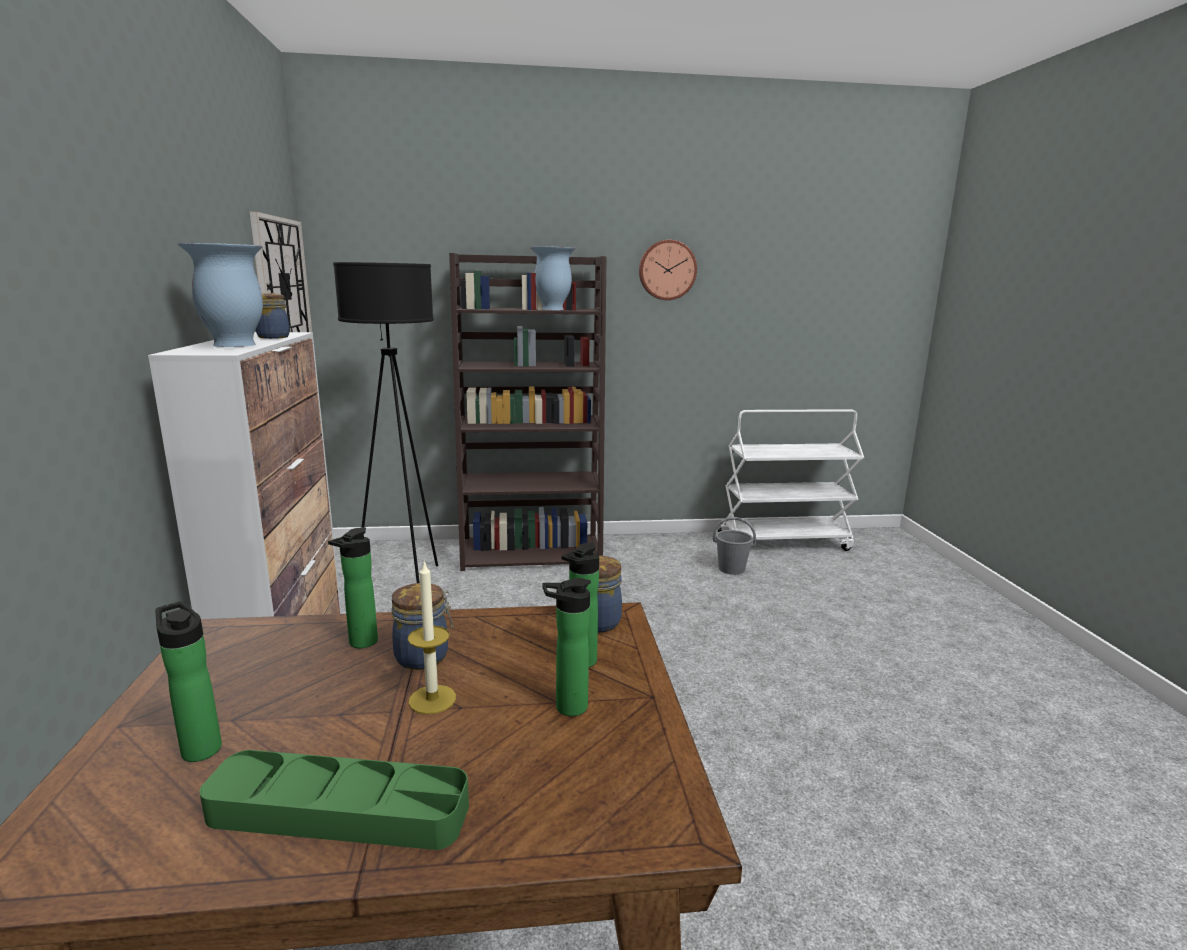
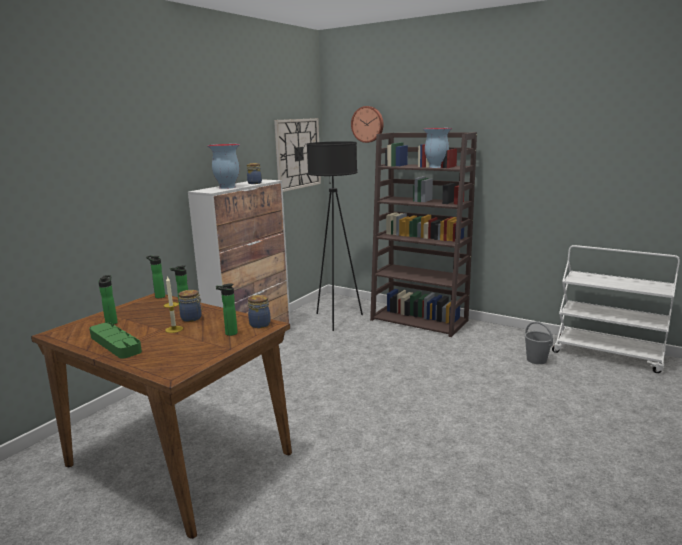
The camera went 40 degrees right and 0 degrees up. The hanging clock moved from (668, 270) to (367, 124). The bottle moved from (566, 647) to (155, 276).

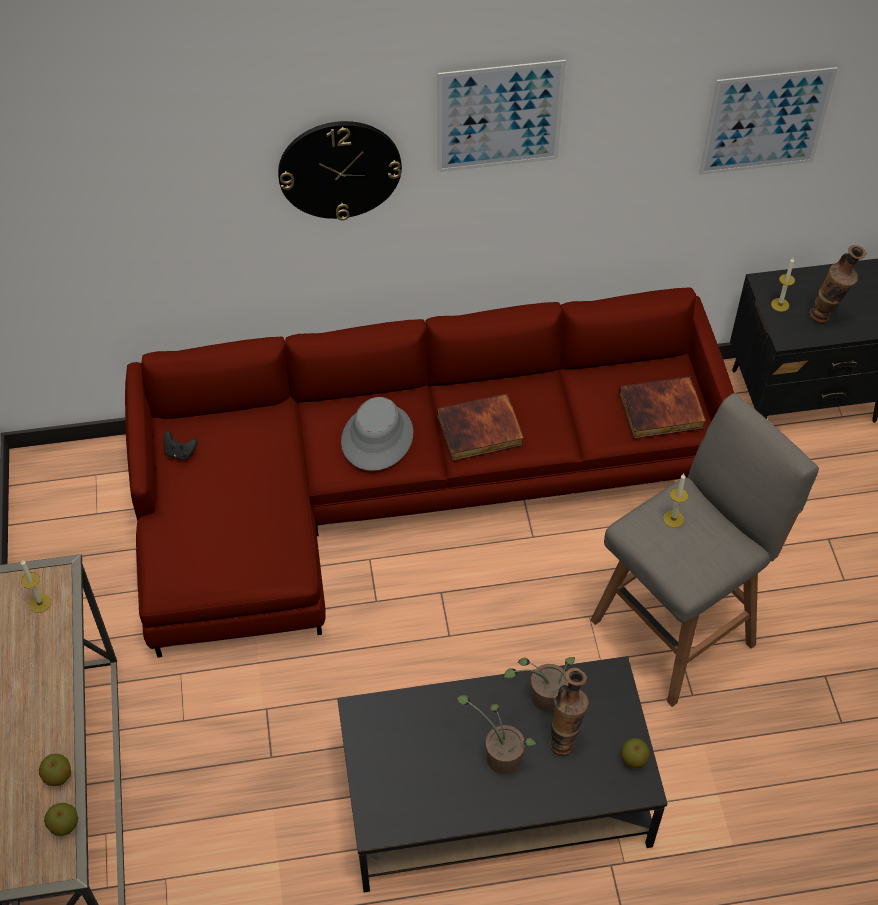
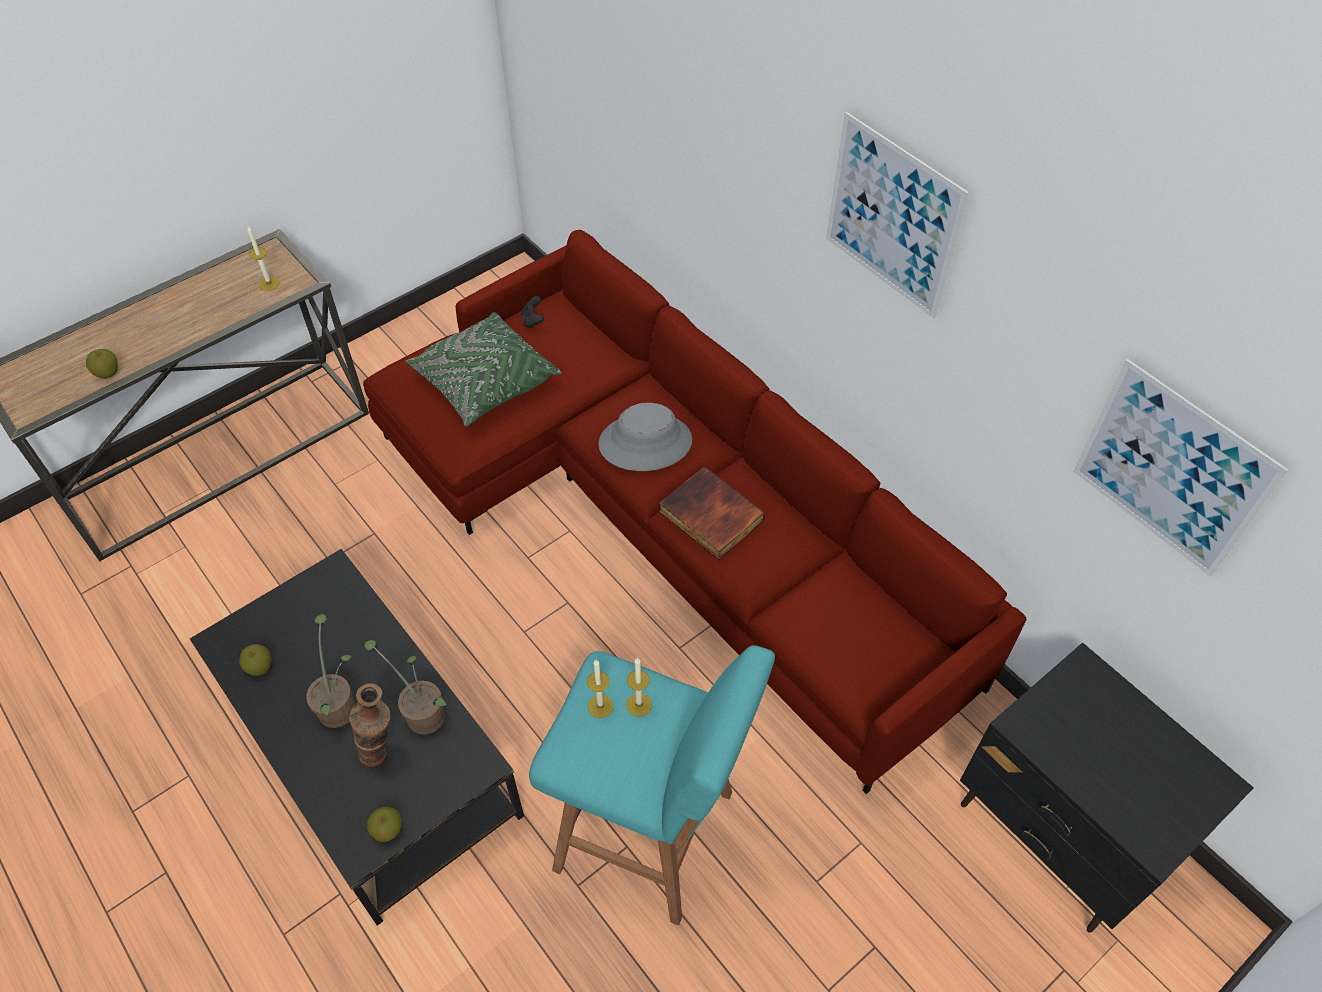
The camera went 60 degrees right and 0 degrees up. The hanging clock at (340, 171) disappeared. The decorative vase at (837, 284) disappeared. The candle moved from (783, 285) to (600, 689). The book at (662, 407) disappeared. The greyish sitting stool at (705, 550) became the turquoise-coloured sitting stool at (652, 785). The apple moved from (61, 819) to (255, 660). The green-coloured cushion at (483, 369) appeared.

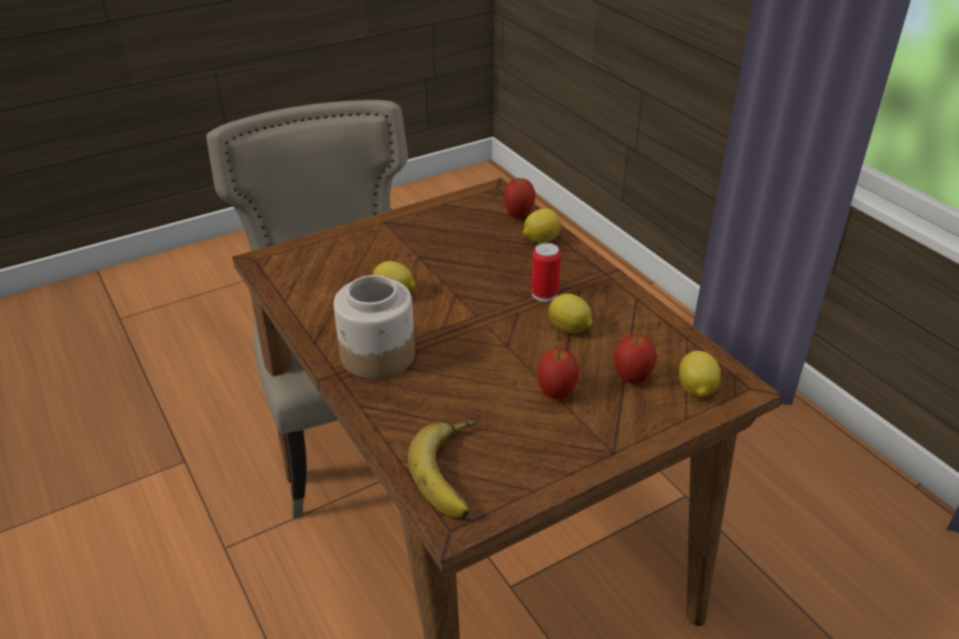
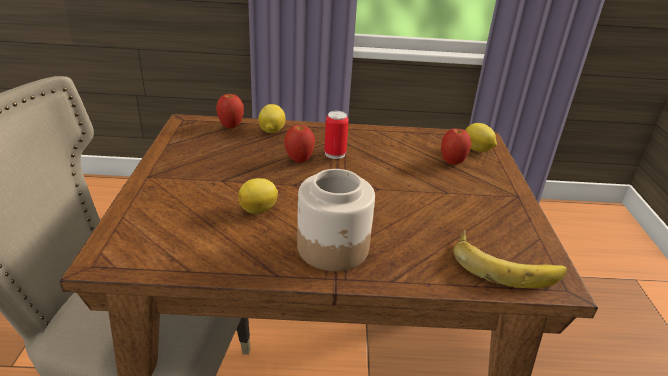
The camera went 60 degrees left and 5 degrees down. The whole lemon at (570, 313) disappeared. The apple moved from (558, 373) to (299, 144).

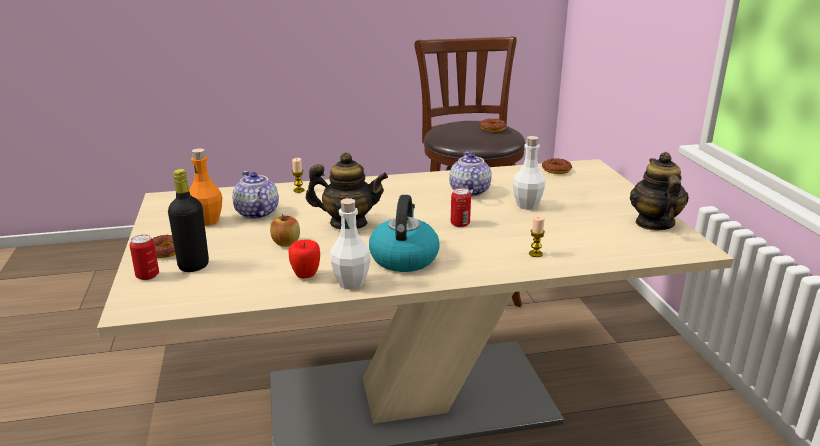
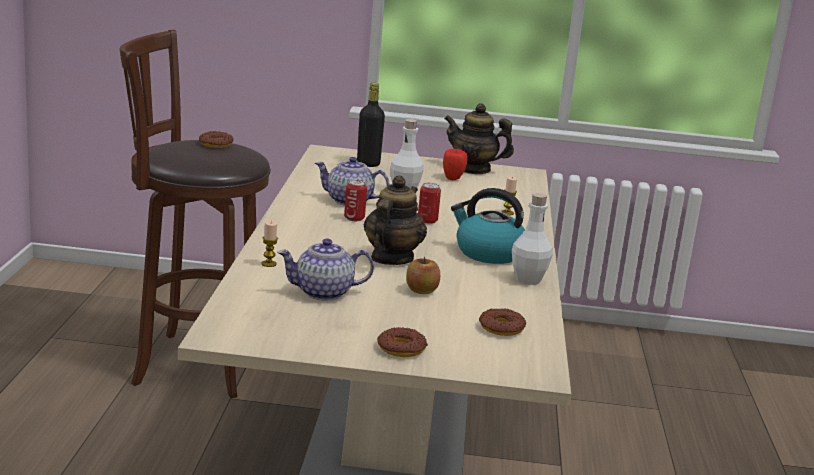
The camera went 75 degrees left and 5 degrees down. The orangey bottle at (205, 187) disappeared. The doughnut moved from (557, 166) to (502, 322). The blackish bottle moved from (188, 220) to (371, 125). The sealed can moved from (144, 257) to (355, 200). The apple moved from (304, 259) to (455, 164).

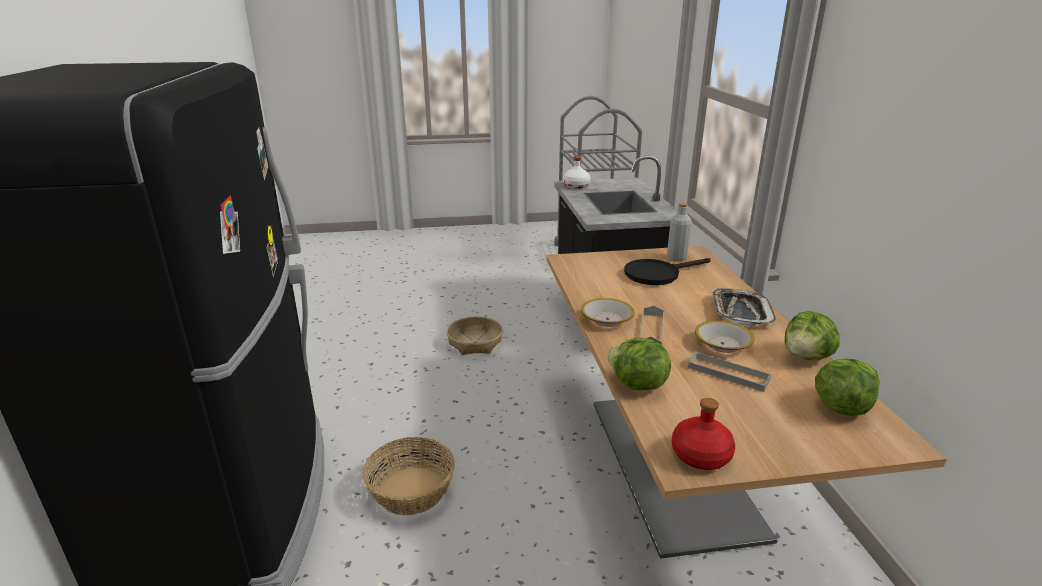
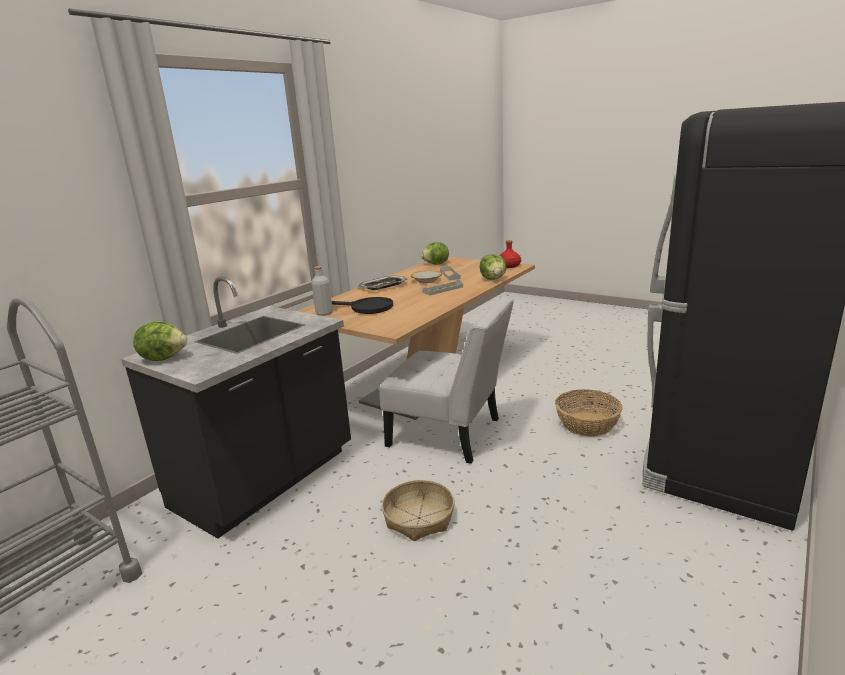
The camera went 135 degrees left and 5 degrees down. The white bottle at (577, 172) disappeared. The bowl at (608, 312) disappeared. The lettuce head moved from (812, 335) to (160, 341). The white chair at (446, 380) appeared.

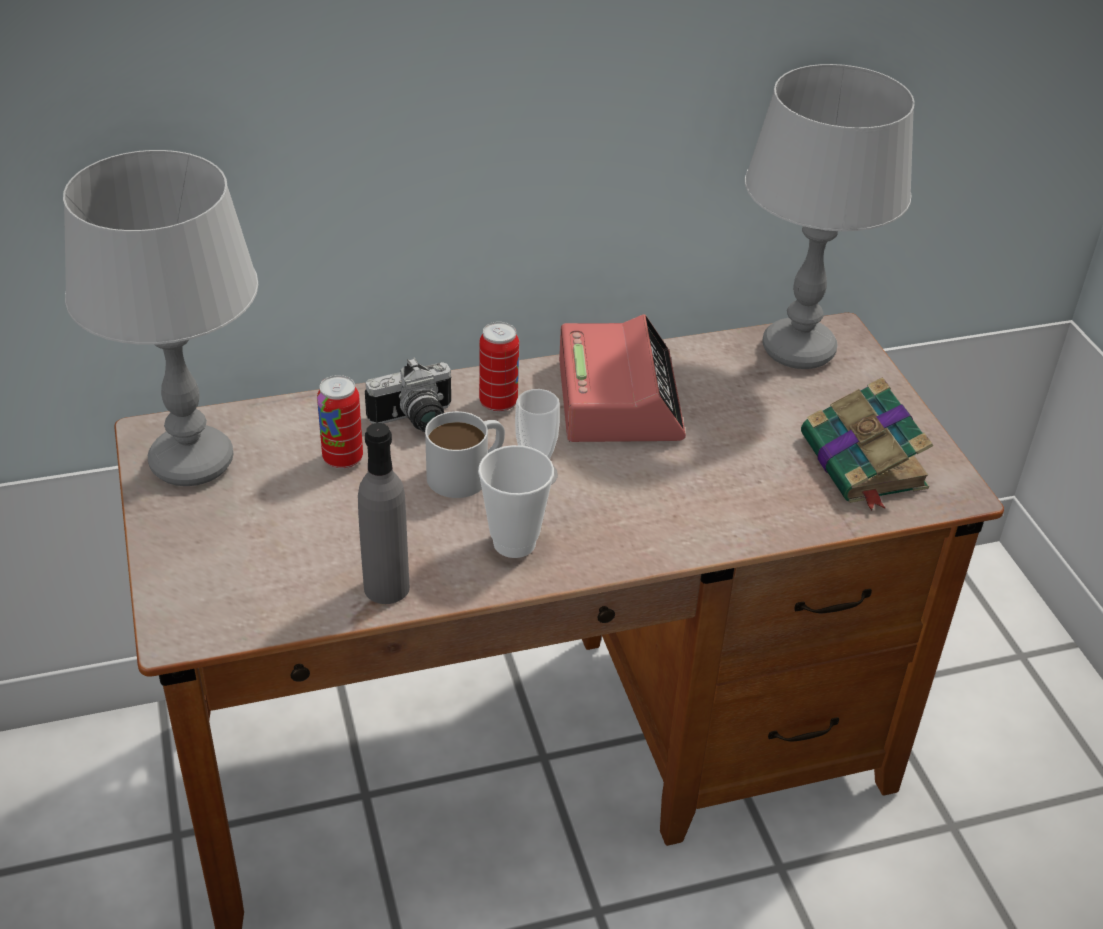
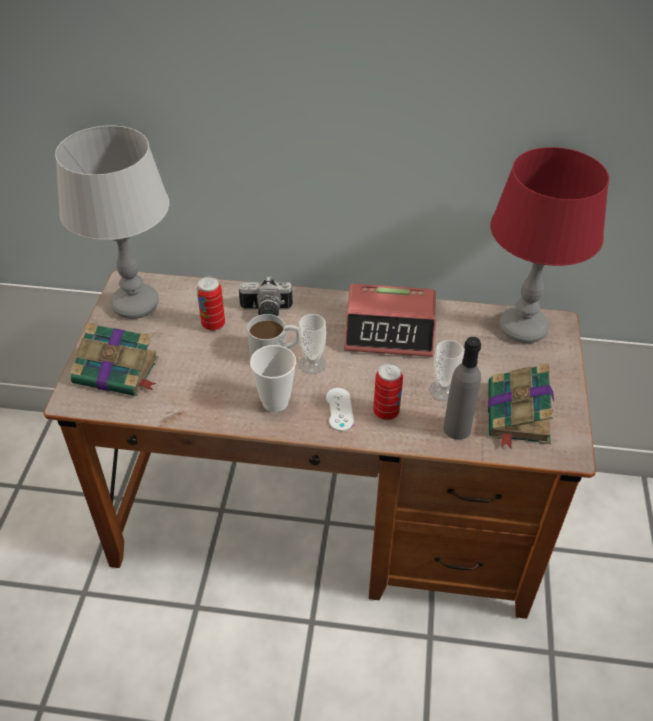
The camera went 25 degrees right and 5 degrees up. The greyish tabletop lamp at (830, 216) became the red-coloured tabletop lamp at (550, 245). The table clock at (622, 378) turned 75 degrees clockwise. The sealed can moved from (499, 367) to (388, 391). The greyish bottle moved from (384, 513) to (462, 388). The book at (114, 359) appeared. The cup at (446, 370) appeared. The white joypad at (340, 409) appeared.

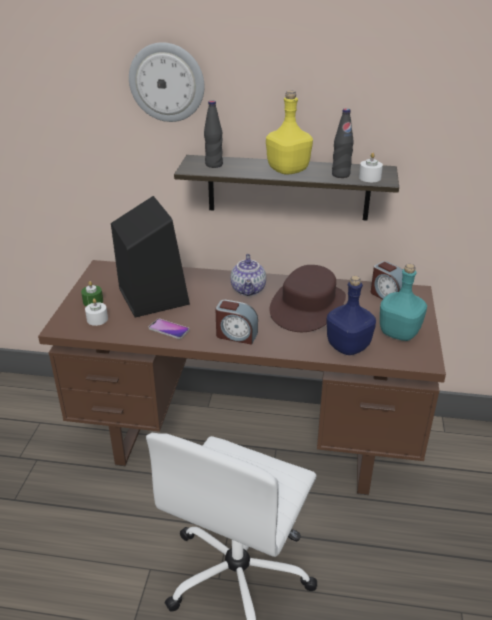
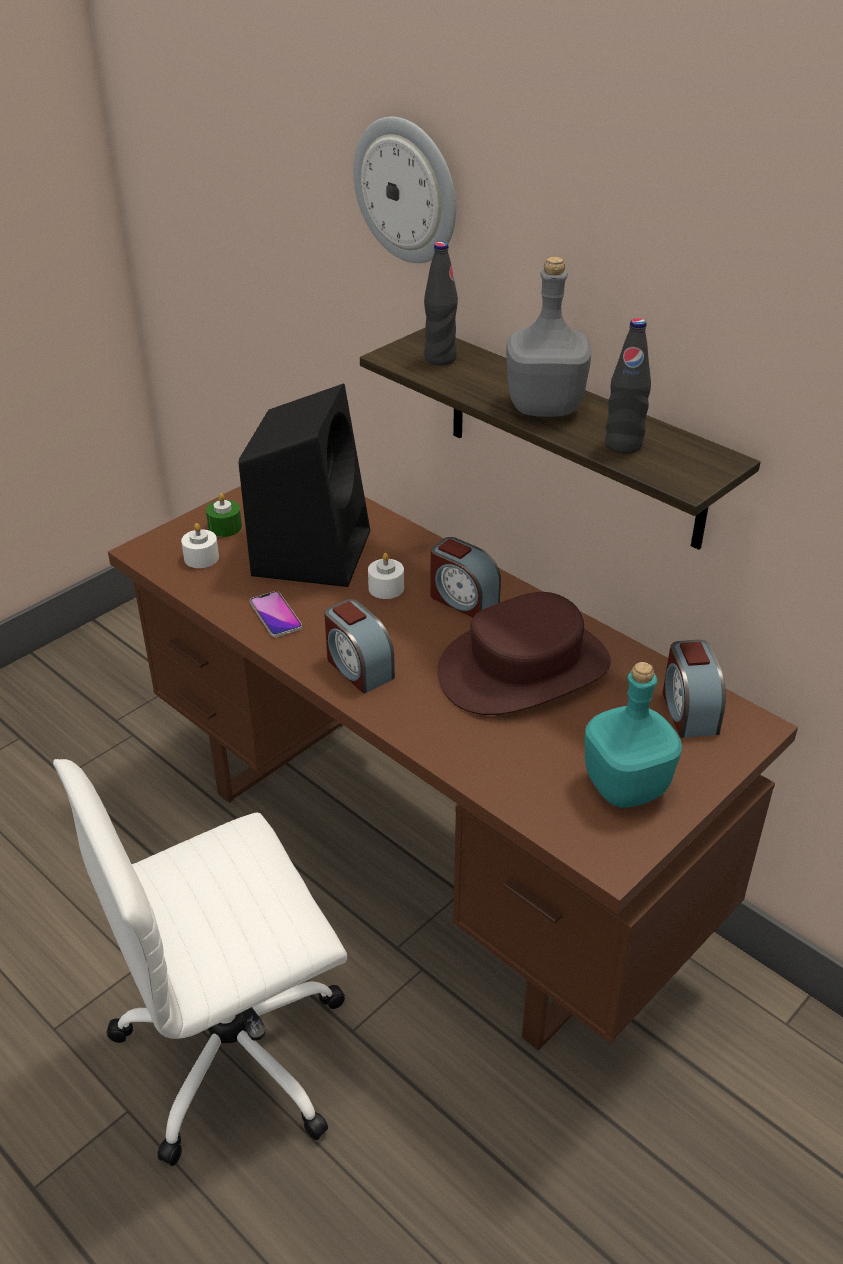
The camera went 35 degrees right and 5 degrees up. The yellowish bottle at (289, 132) became the greyish bottle at (548, 337). The white candle moved from (371, 167) to (386, 576). The teapot at (248, 275) was replaced by the table clock at (465, 577). The blue-coloured bottle at (351, 315) disappeared.

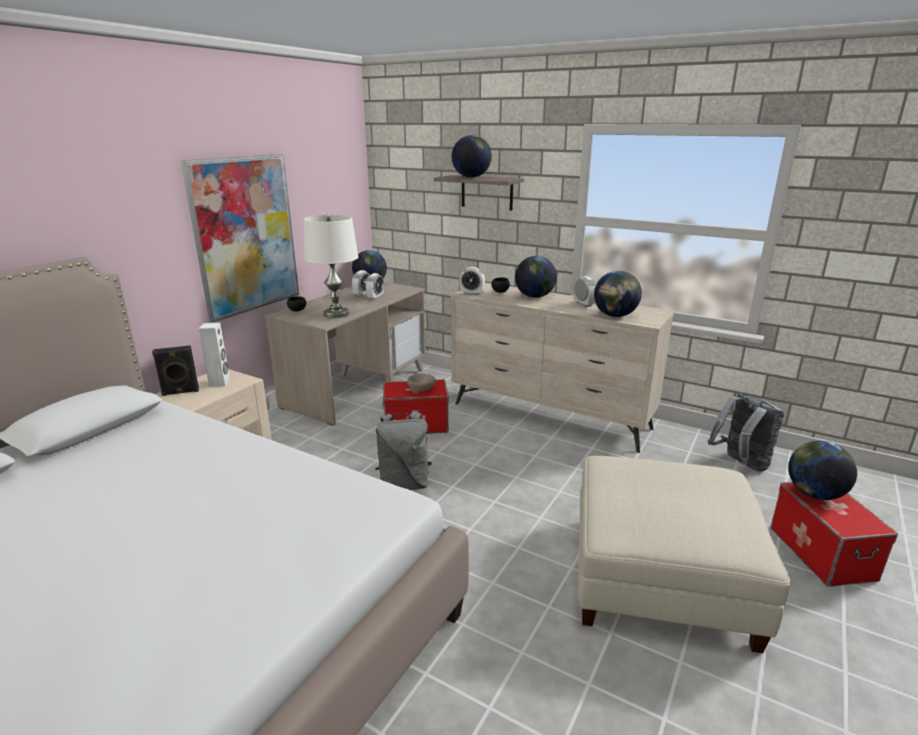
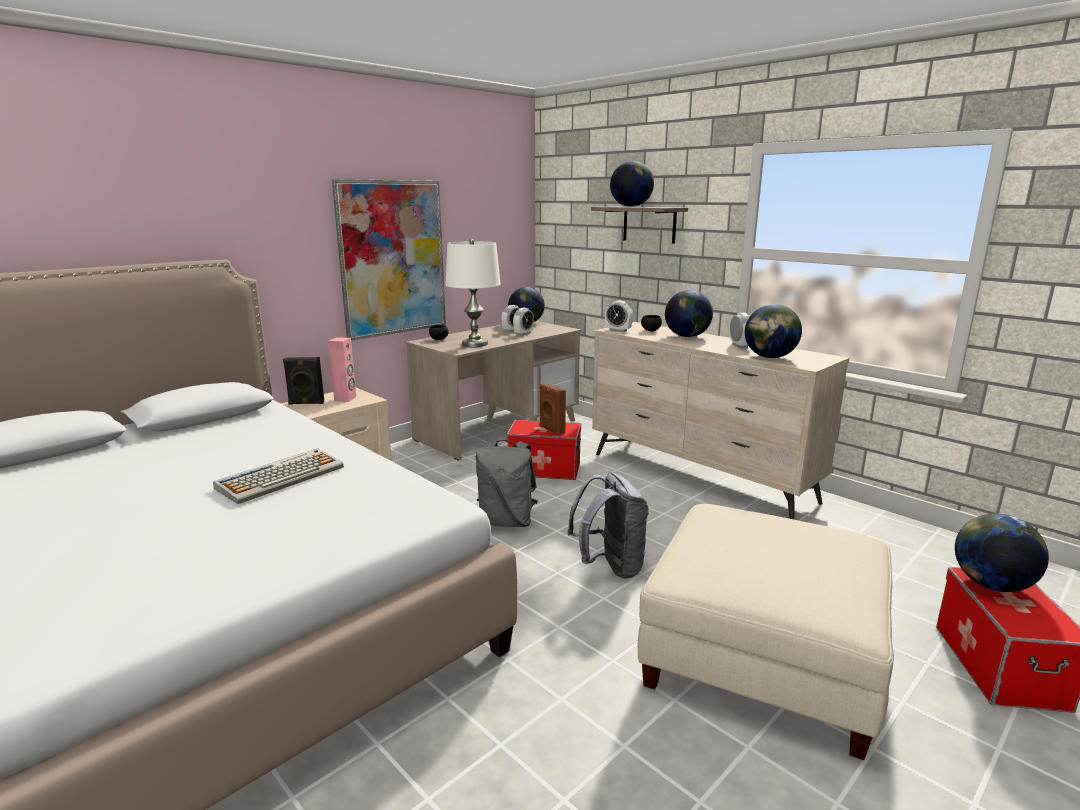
The camera went 15 degrees right and 5 degrees down. The white speaker at (214, 355) became the pink speaker at (342, 369). The beige bowl at (421, 382) was replaced by the brown-coloured speaker at (552, 409). The greyish backpack moved from (746, 432) to (608, 525). The computer keyboard at (278, 476) appeared.

